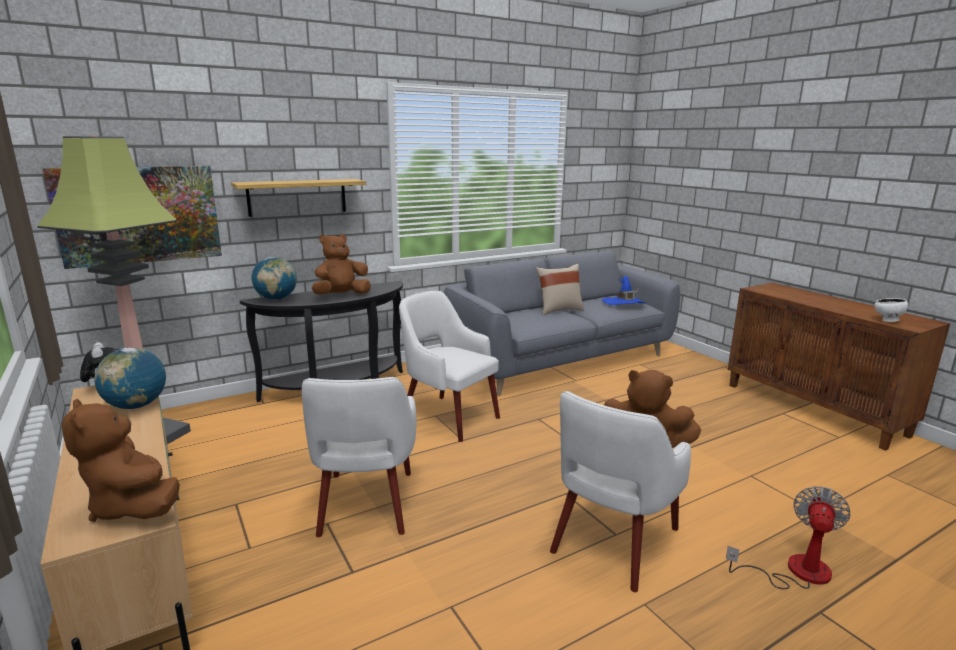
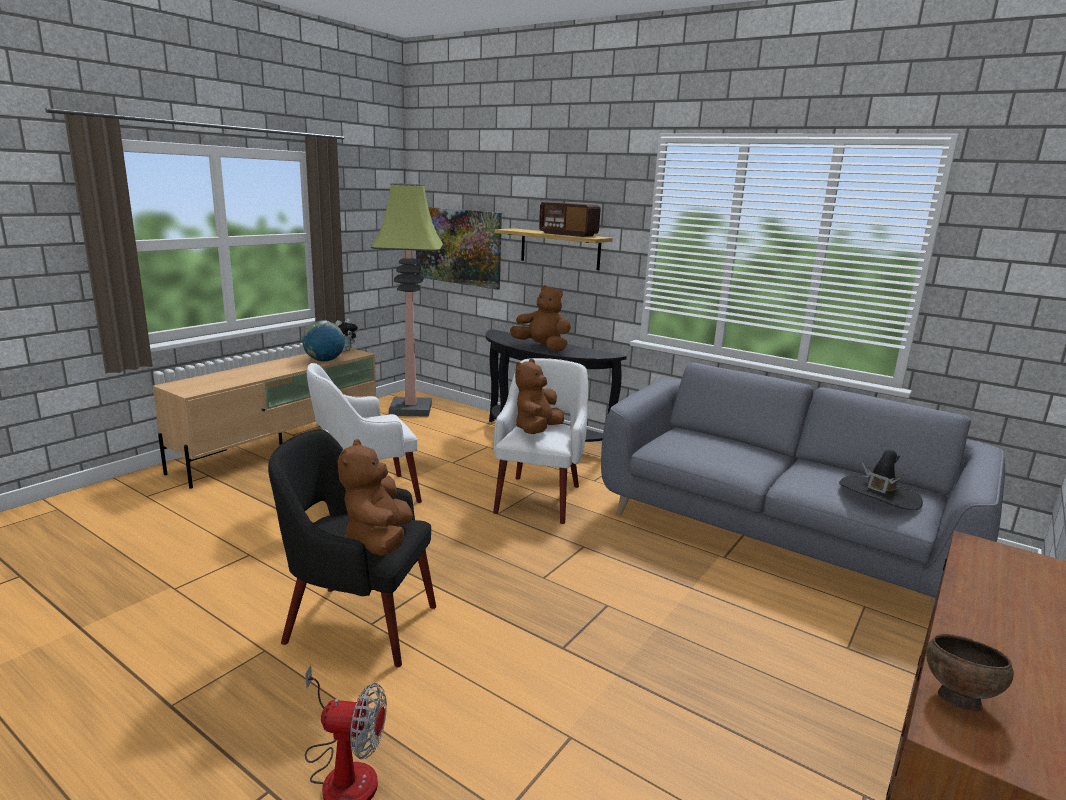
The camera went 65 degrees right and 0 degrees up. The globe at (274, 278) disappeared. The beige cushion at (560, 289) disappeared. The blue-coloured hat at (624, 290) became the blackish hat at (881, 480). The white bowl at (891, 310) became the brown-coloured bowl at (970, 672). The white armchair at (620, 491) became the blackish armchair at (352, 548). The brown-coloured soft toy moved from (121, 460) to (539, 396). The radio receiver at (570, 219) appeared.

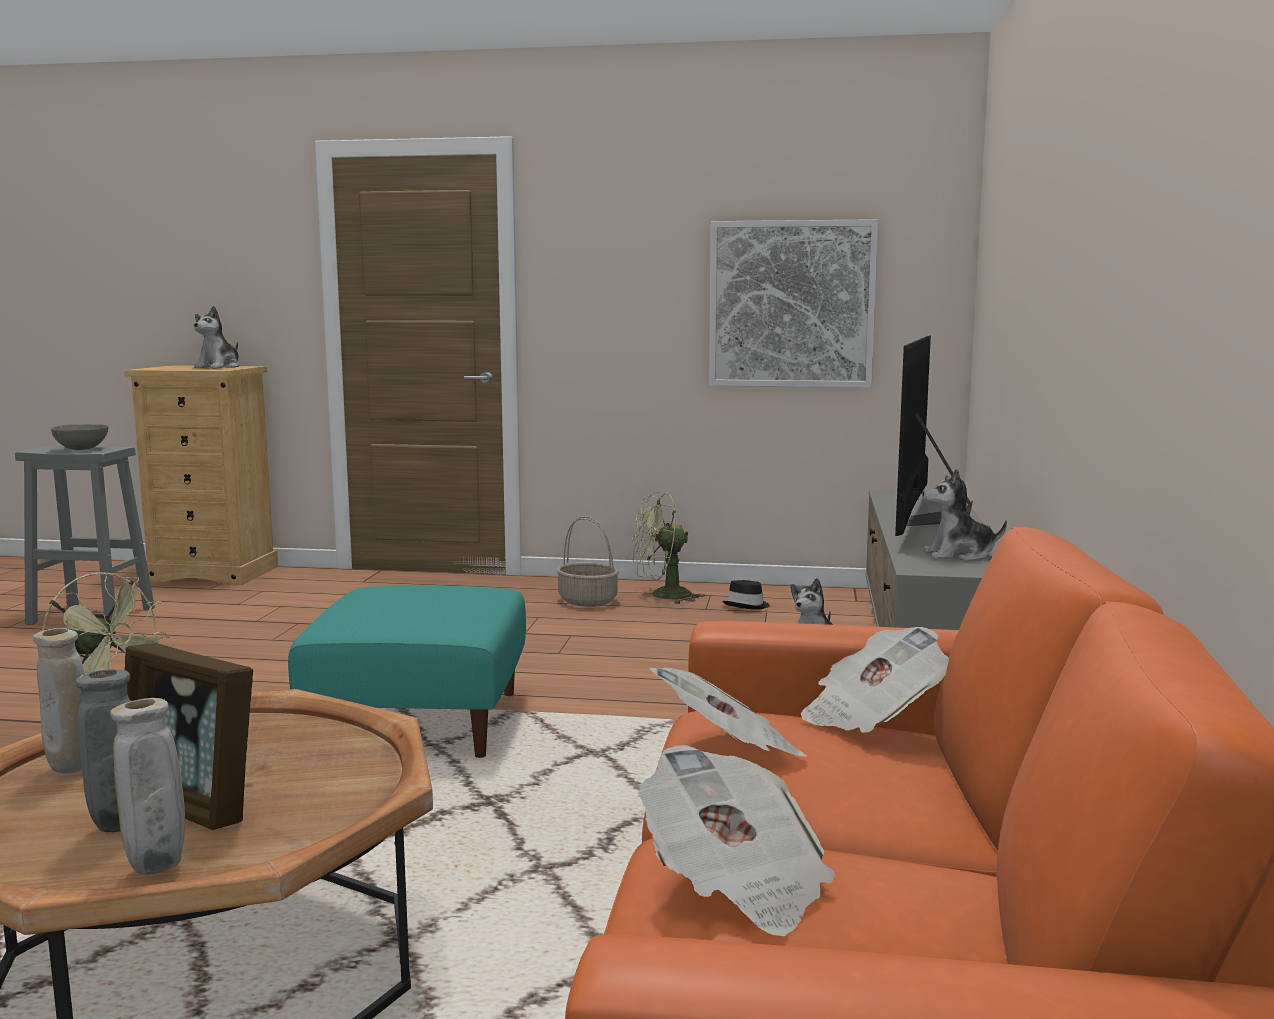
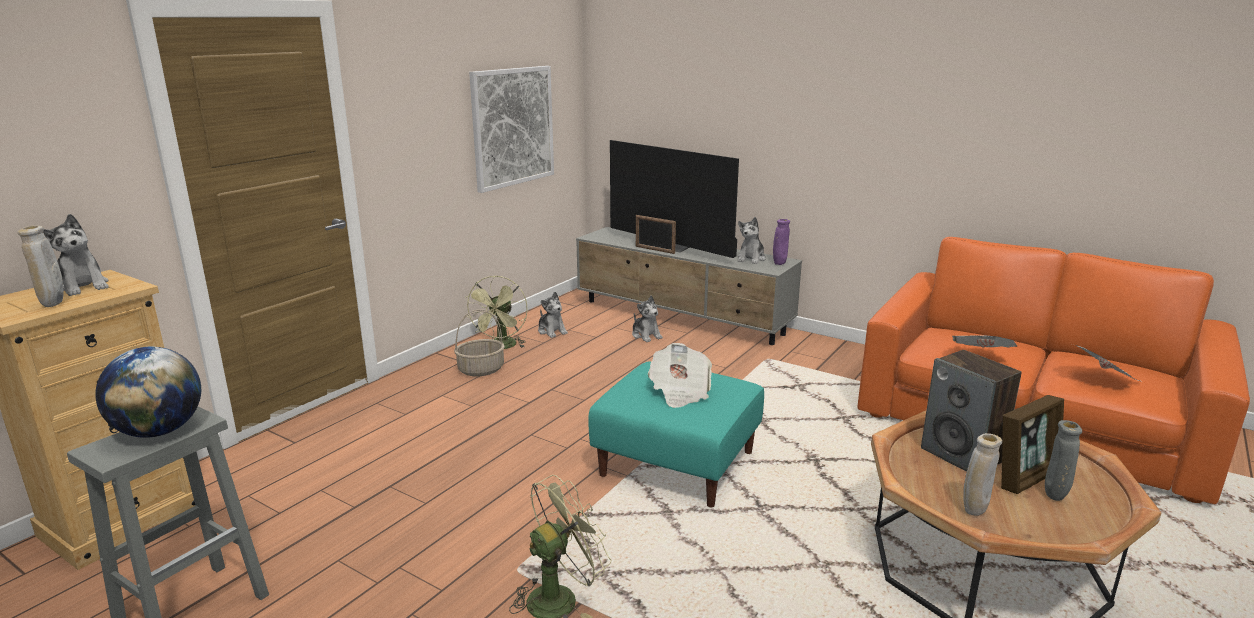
The camera went 65 degrees left and 10 degrees up. The greyish bowl at (79, 437) was replaced by the globe at (148, 392). The blackish hat at (746, 595) was replaced by the soft toy at (553, 315). The printed paper moved from (875, 680) to (680, 375). The beige decorative vase moved from (147, 786) to (41, 266). The standing frame at (656, 234) appeared. The purplish decorative vase at (781, 242) appeared. The speaker at (971, 411) appeared.

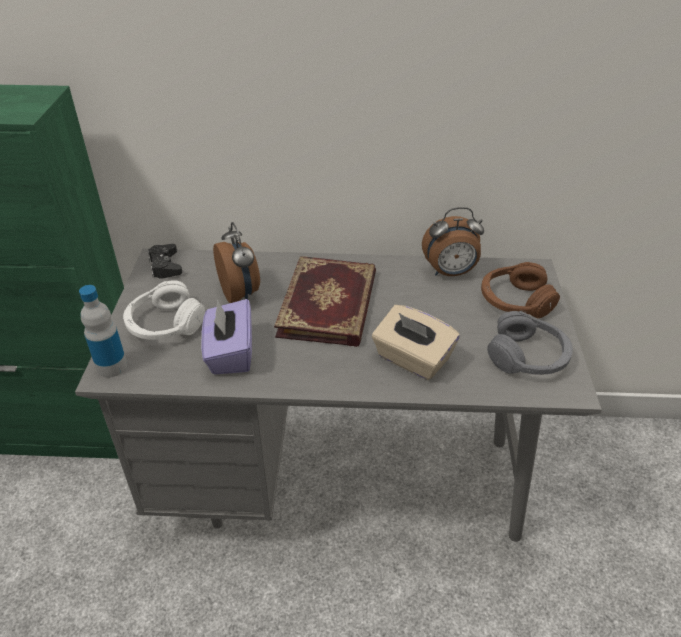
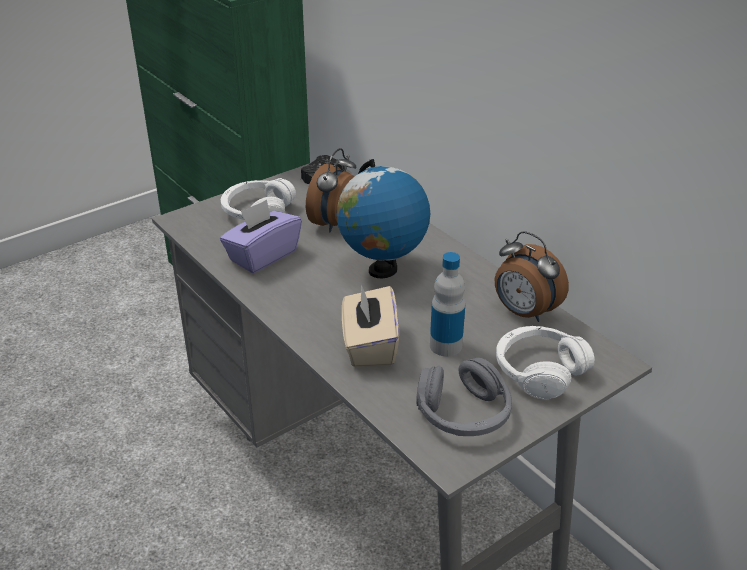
The camera went 50 degrees right and 5 degrees down. The book at (325, 301) was replaced by the globe at (383, 218). The brown-coloured headset at (520, 290) became the white headset at (545, 362). The bottle moved from (103, 331) to (447, 304).

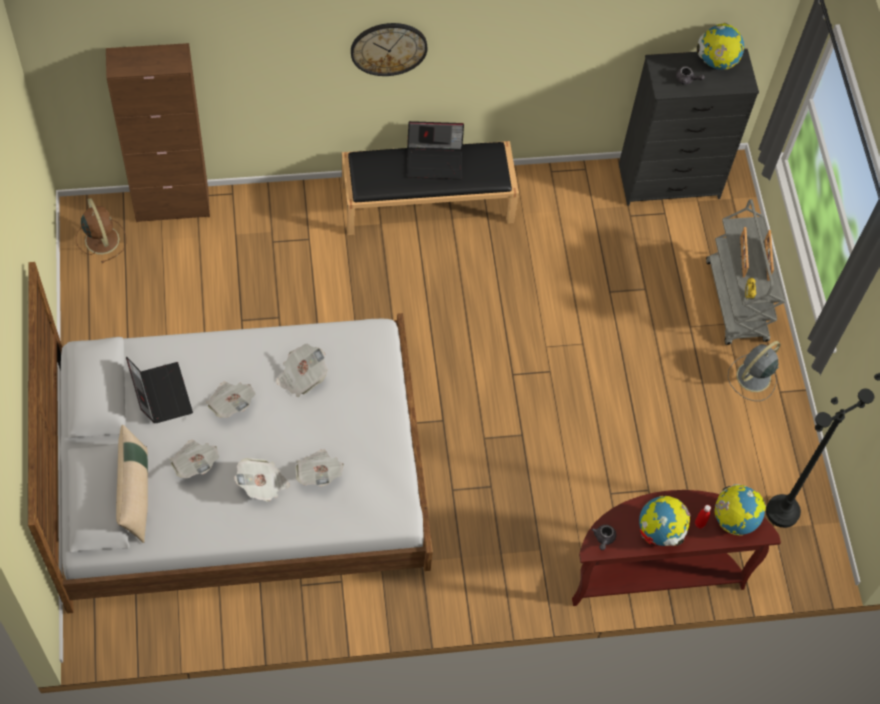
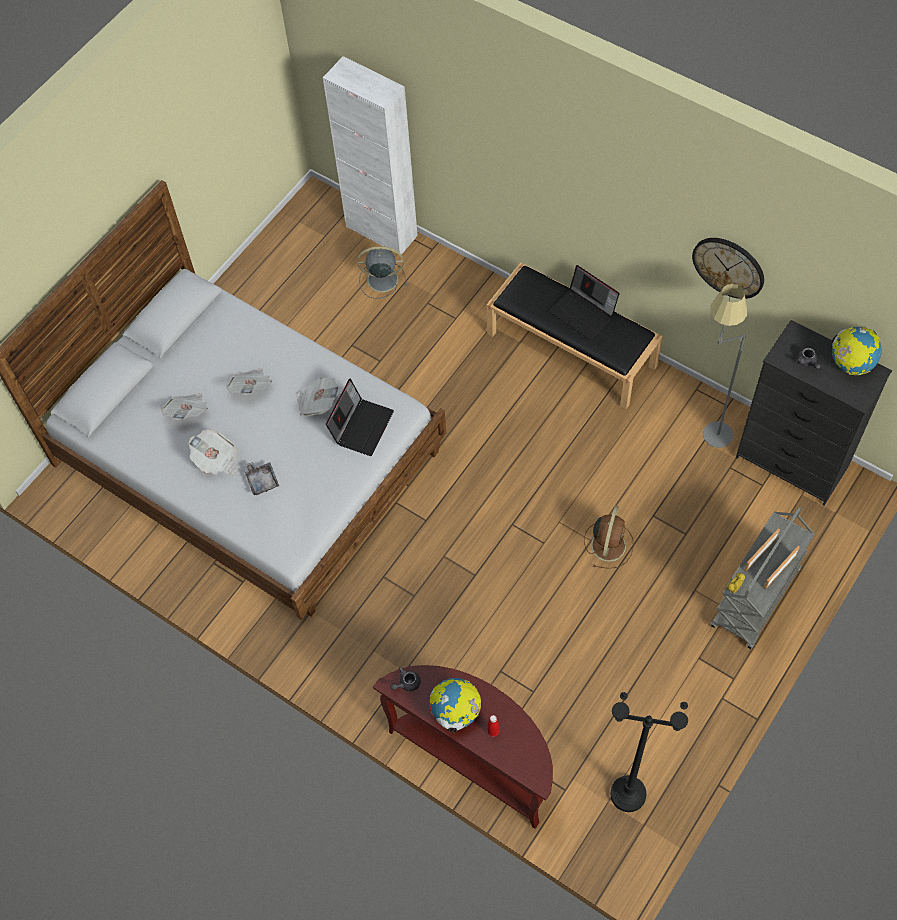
The camera went 50 degrees right and 0 degrees up. The hanging clock moved from (389, 49) to (728, 268). The brown-coloured storage cabinet at (158, 132) became the white storage cabinet at (370, 155). The brown-coloured fan moved from (101, 230) to (609, 537). The greyish fan moved from (754, 371) to (382, 272). The notebook computer moved from (159, 390) to (360, 417). The beige cushion at (132, 484) disappeared. The printed paper at (319, 468) was replaced by the greyish serving tray at (262, 478). The globe at (740, 510) disappeared. The greyish standing lamp at (725, 366) appeared.

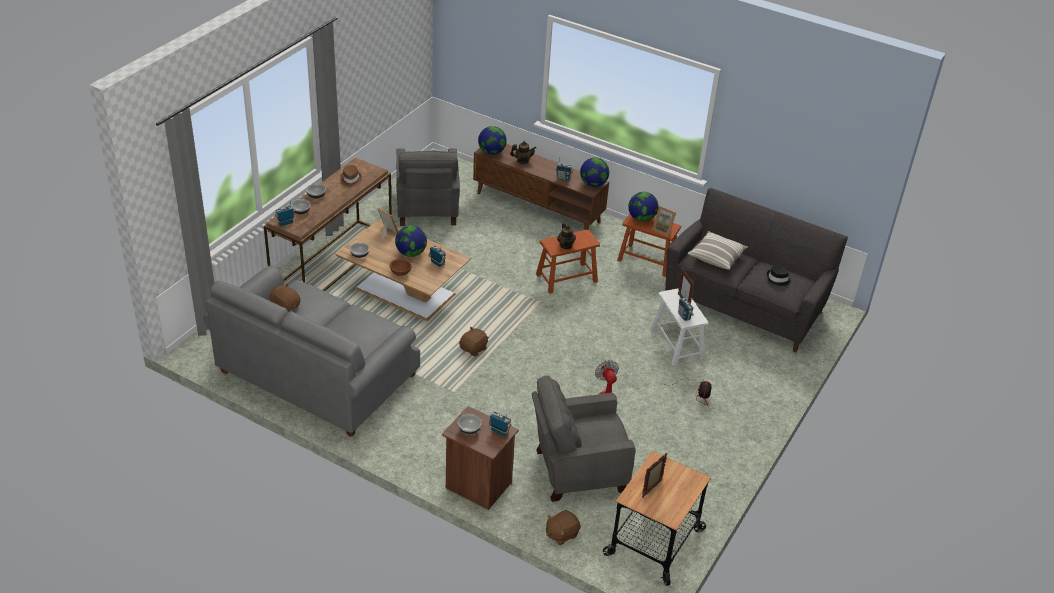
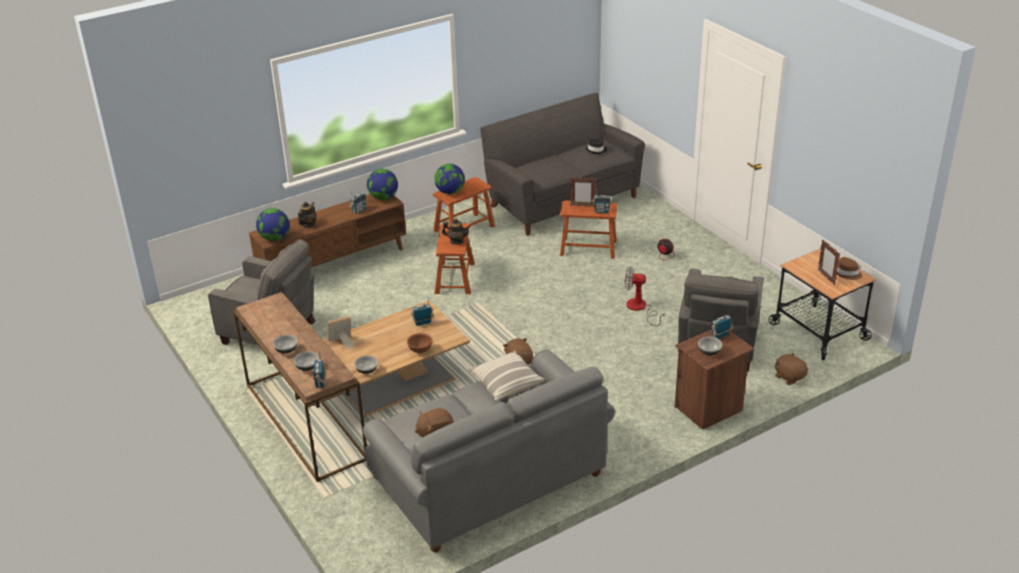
The camera went 60 degrees left and 5 degrees down. The brown-coloured hat moved from (351, 176) to (849, 268). The standing frame at (664, 221) disappeared. The globe at (411, 241) disappeared. The cushion moved from (717, 250) to (506, 376). The white sitting stool at (679, 327) became the brown-coloured sitting stool at (588, 229). The brown-coloured soft toy at (563, 527) turned 150 degrees clockwise.

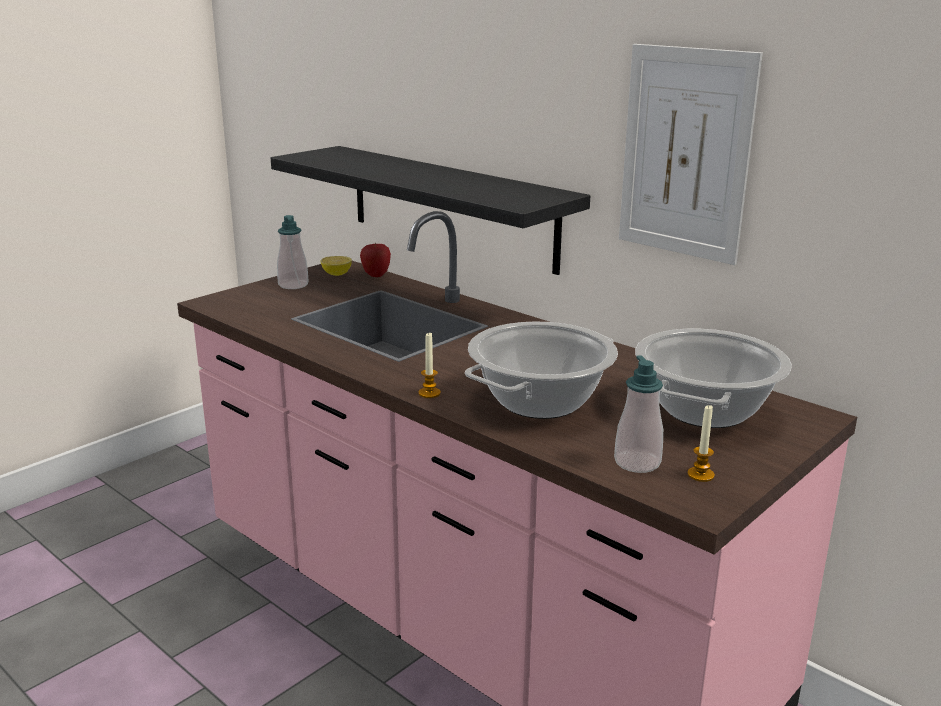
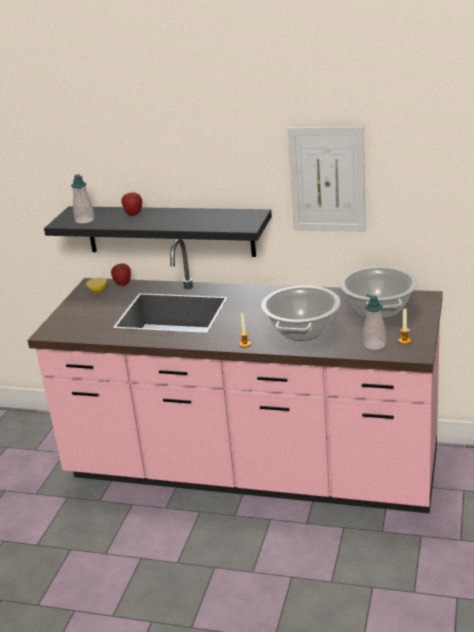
The camera went 25 degrees left and 5 degrees up. The liquid soap bottle moved from (292, 252) to (83, 199). The apple at (131, 204) appeared.

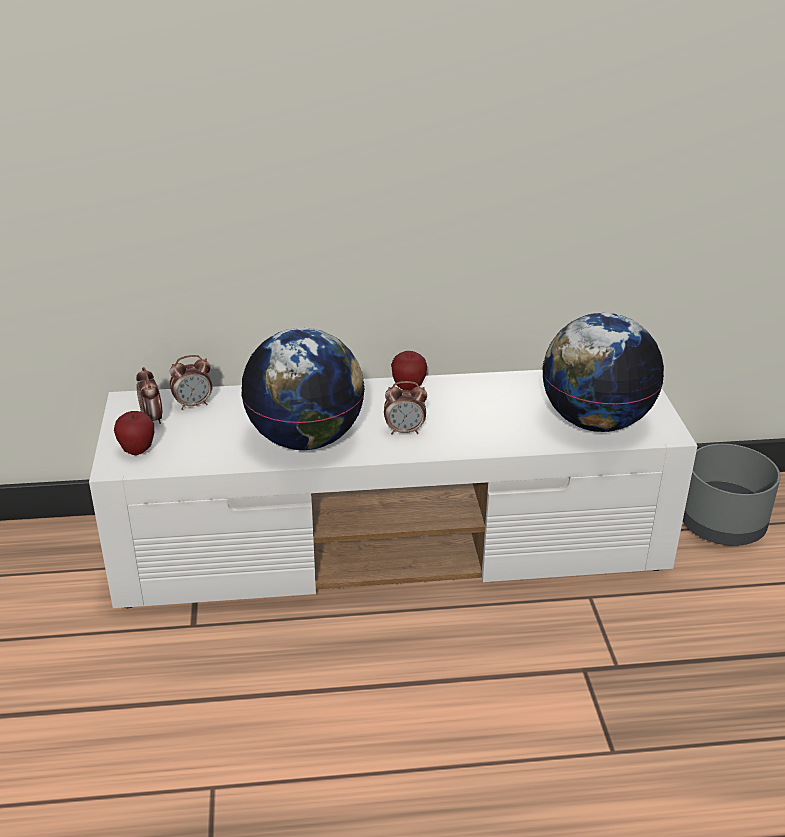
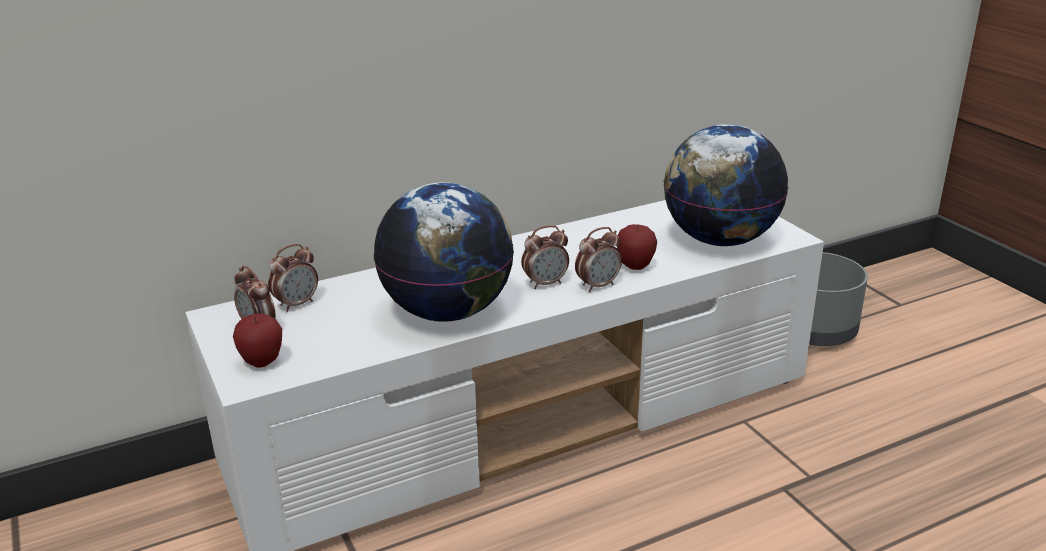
The camera went 20 degrees left and 5 degrees down. The apple moved from (409, 371) to (637, 247). The table clock at (598, 259) appeared.

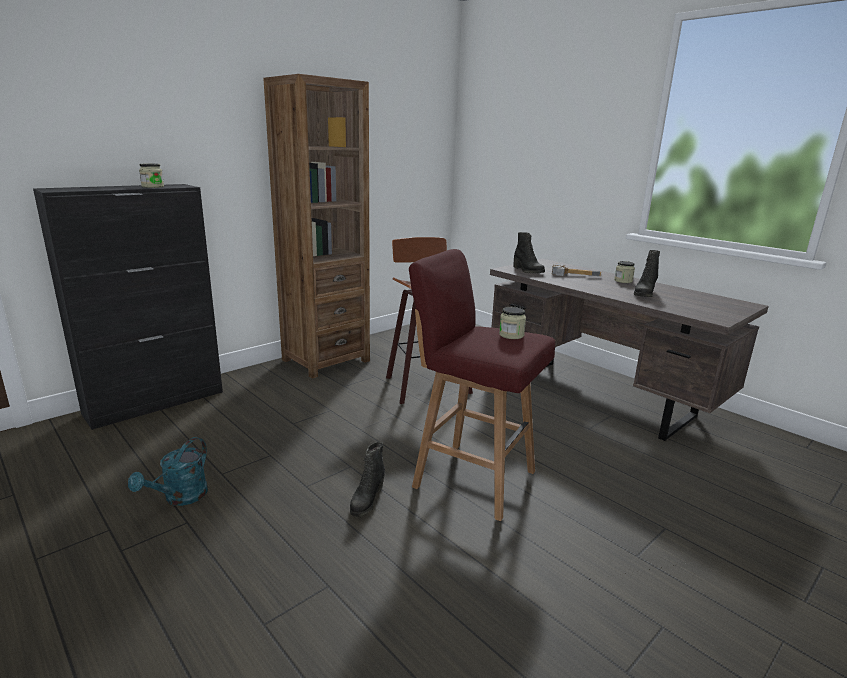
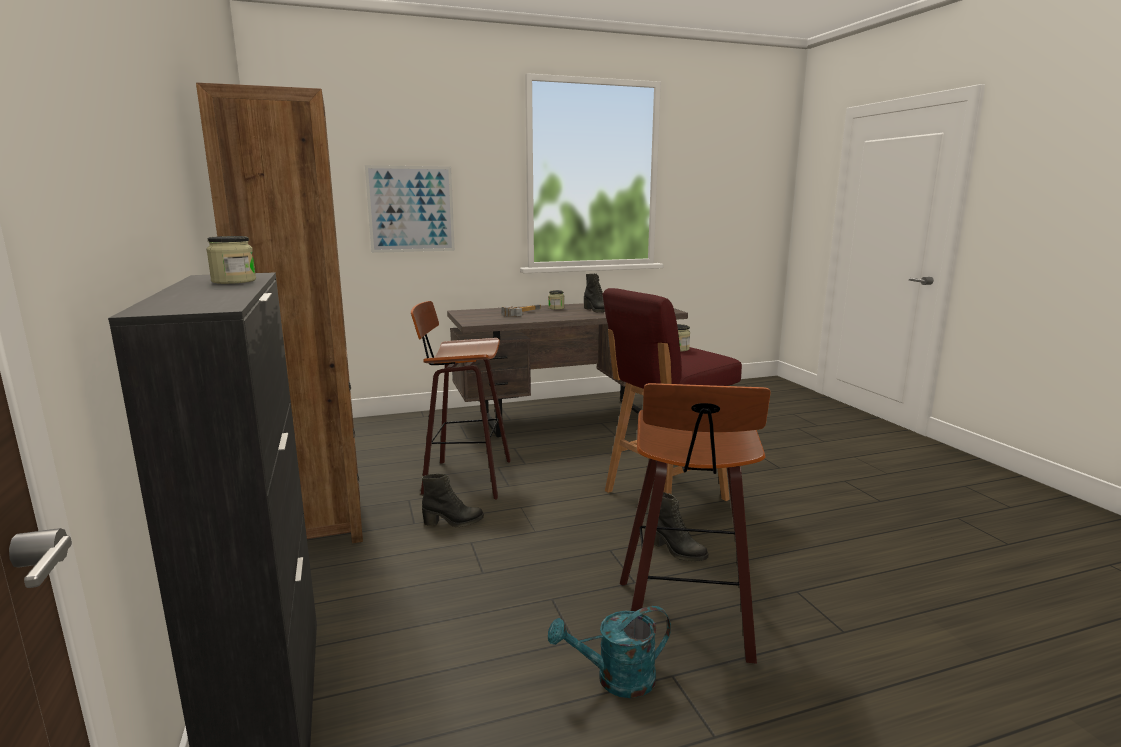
The camera went 65 degrees left and 5 degrees down. The blackish high-top boot moved from (529, 252) to (453, 500). The turquoise-coloured sprinkling can at (168, 471) turned 120 degrees clockwise. The picture at (410, 209) appeared. The sitting stool at (695, 523) appeared.

